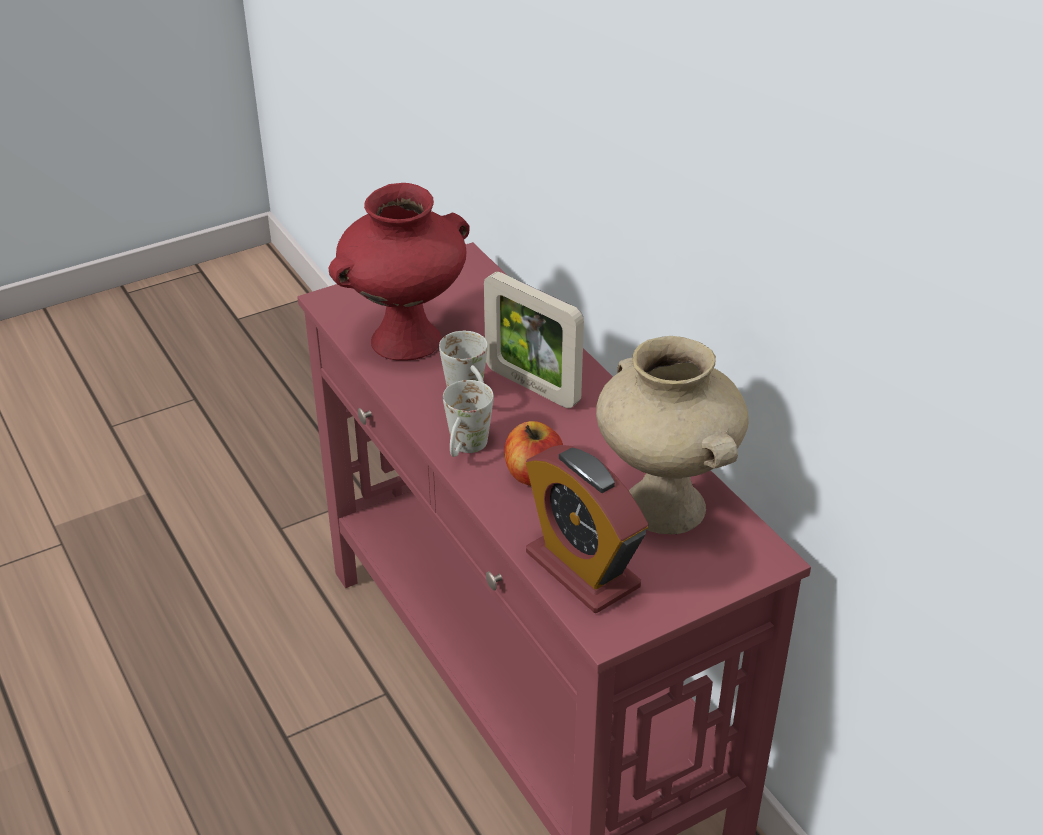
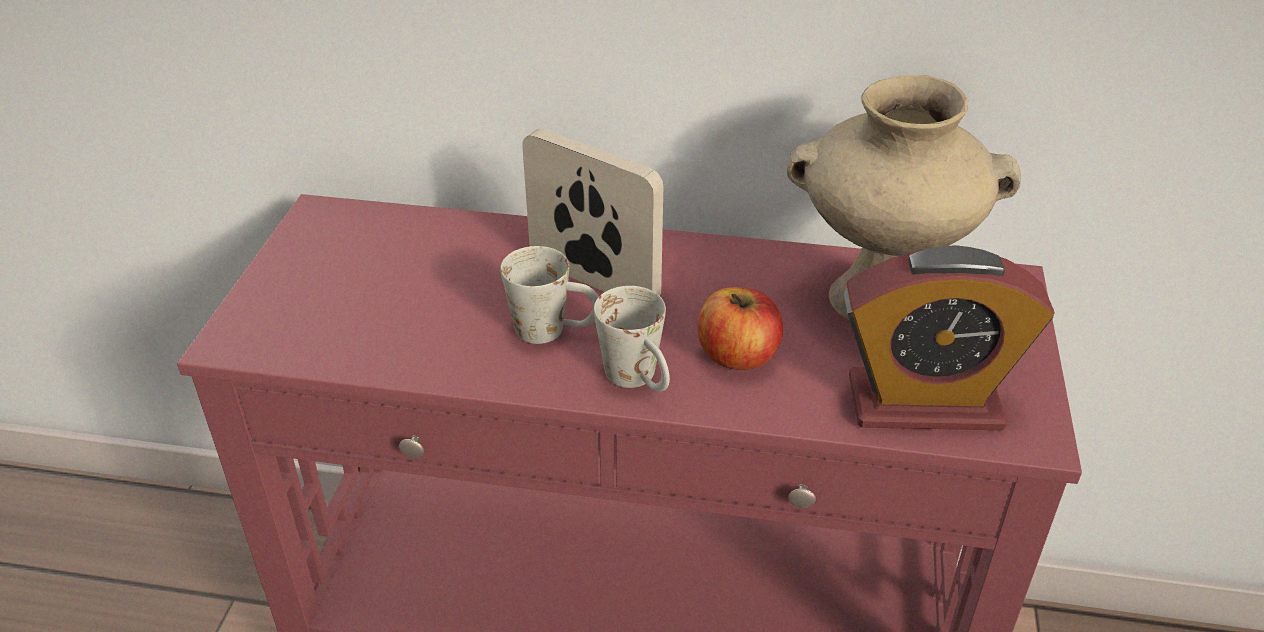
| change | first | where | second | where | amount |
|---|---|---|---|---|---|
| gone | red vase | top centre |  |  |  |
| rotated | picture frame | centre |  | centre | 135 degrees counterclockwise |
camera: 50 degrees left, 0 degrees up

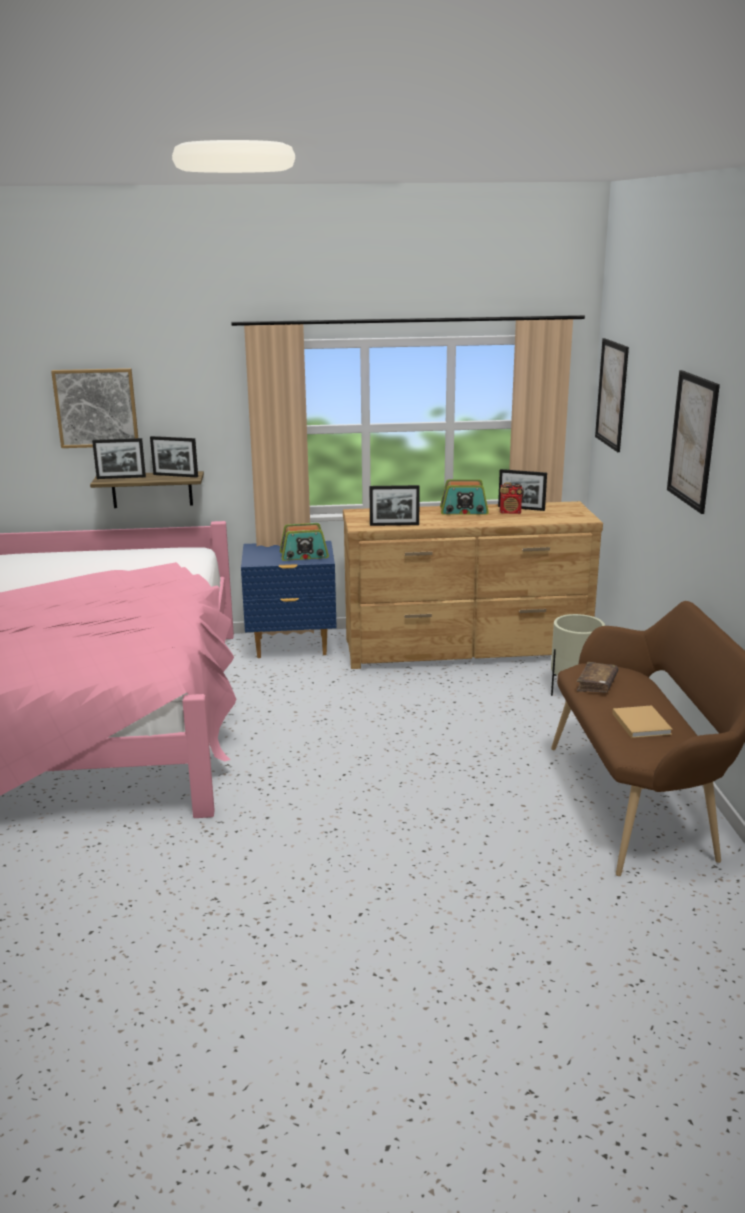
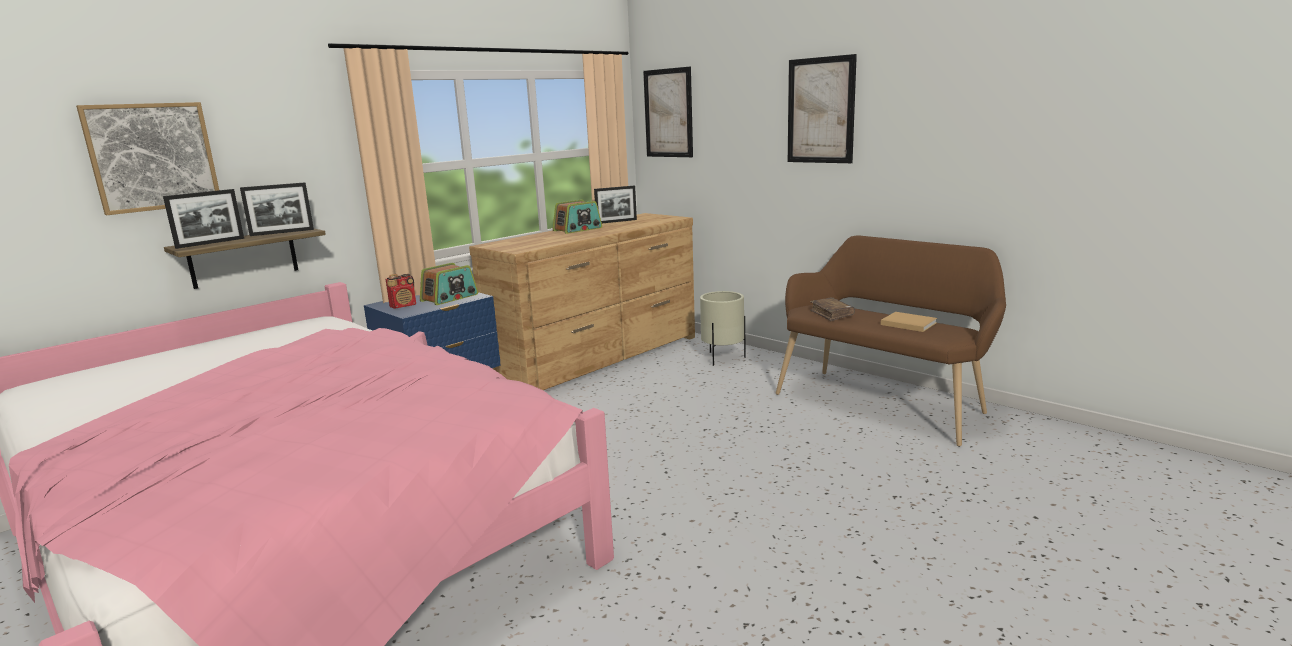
| change | first | where | second | where | amount |
|---|---|---|---|---|---|
| gone | picture frame (no. 3 from left) | centre |  |  |  |
| shifted | radio (no. 3 from left in the first image) | middle right | radio (no. 1 from left) | middle left |  |
camera: 40 degrees left, 5 degrees down

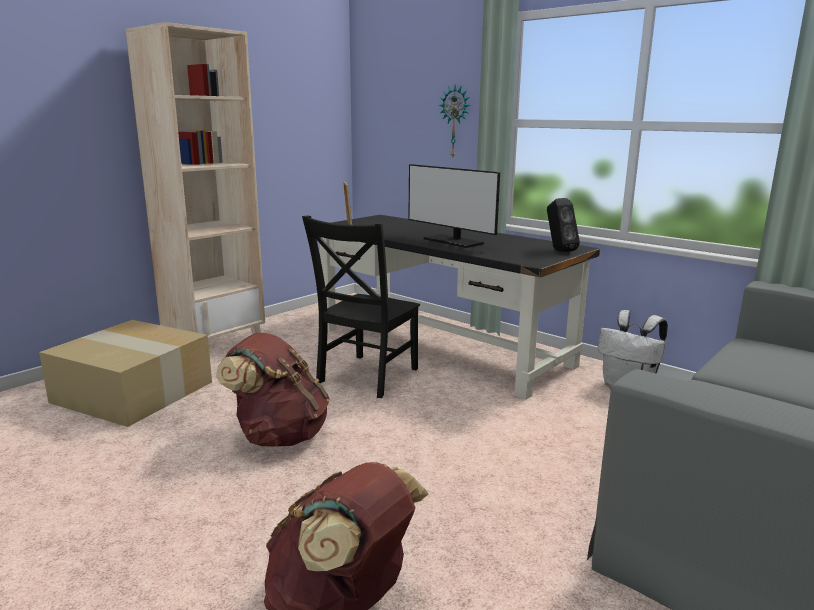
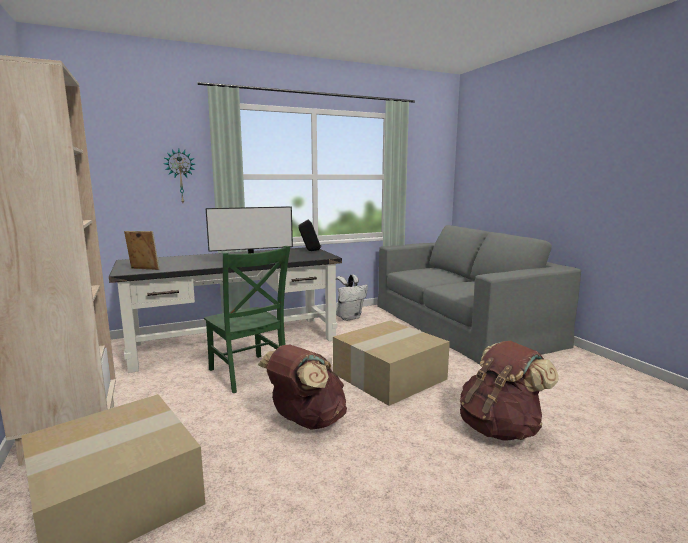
| change | first | where | second | where | amount |
|---|---|---|---|---|---|
| repainted | black chair | centre | green chair | centre |  |
| new |  |  | cardboard box (no. 2 from left) | bottom centre |  |
camera: 65 degrees left, 5 degrees down

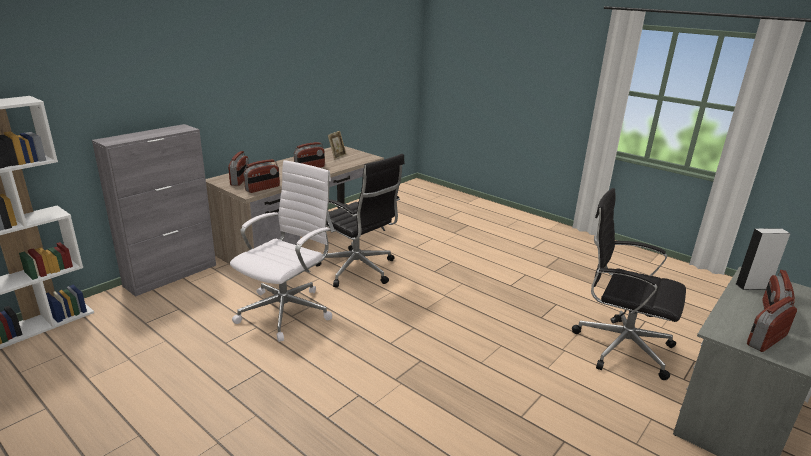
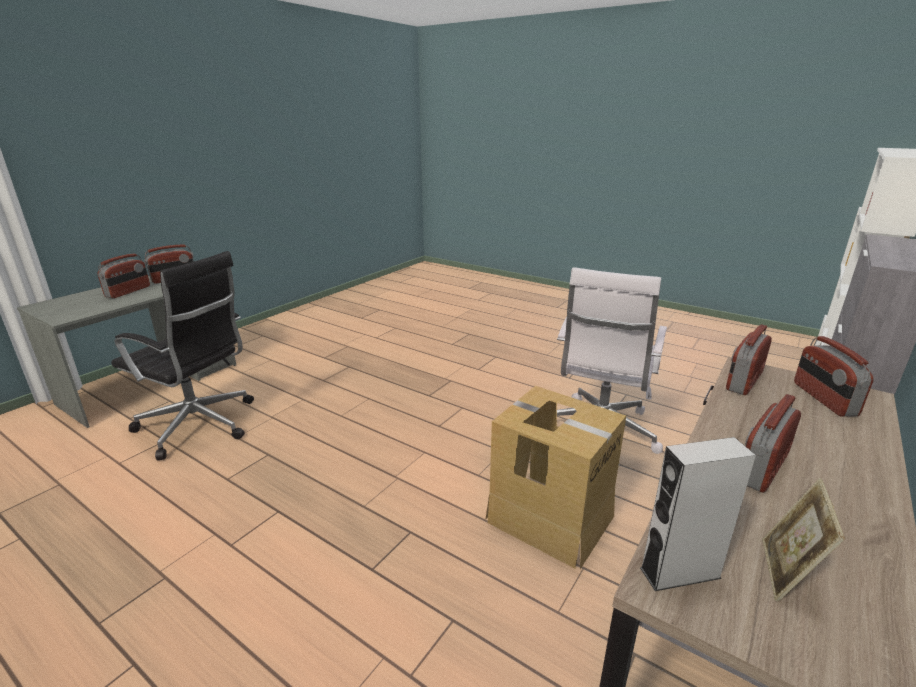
| change | first | where | second | where | amount |
|---|---|---|---|---|---|
| swapped | black office chair (no. 1 from left) | centre | cardboard box | bottom centre |  |
| shifted | grey speaker | middle right |  | bottom right |  |
camera: 175 degrees right, 0 degrees up

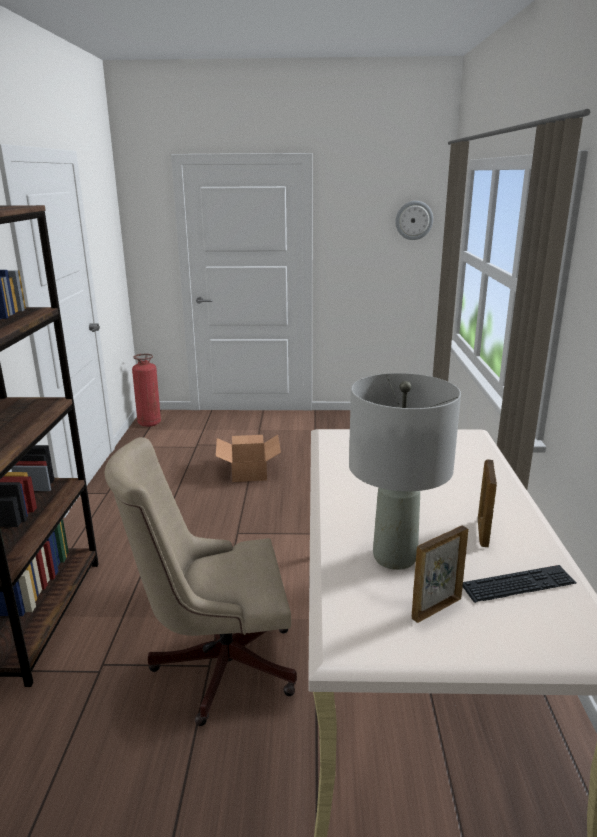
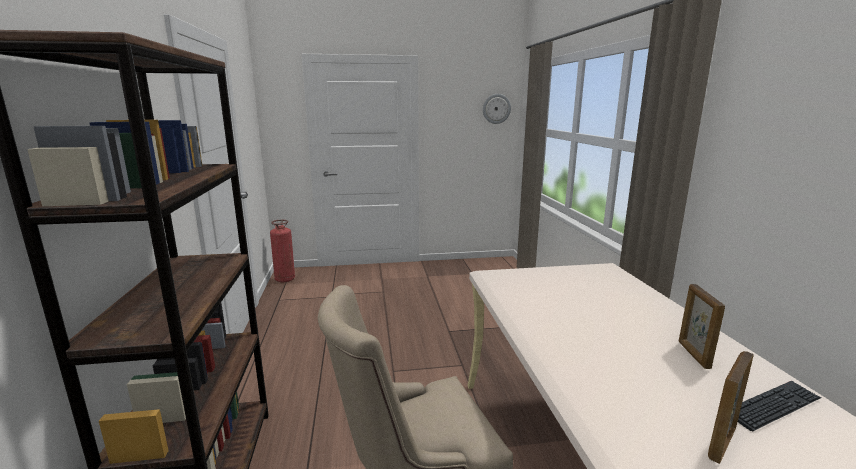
| change | first | where | second | where | amount |
|---|---|---|---|---|---|
| gone | cardboard box | centre |  |  |  |
| gone | grey table lamp | middle right |  |  |  |
camera: 10 degrees left, 5 degrees down

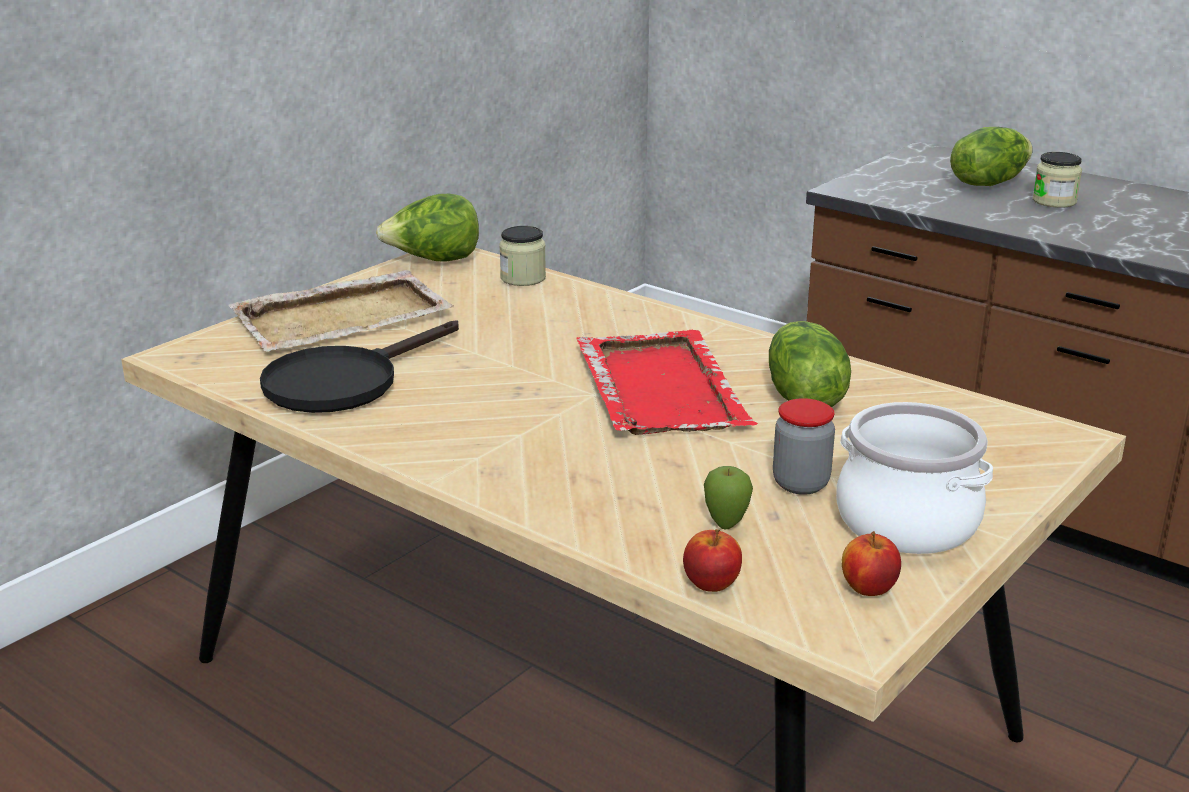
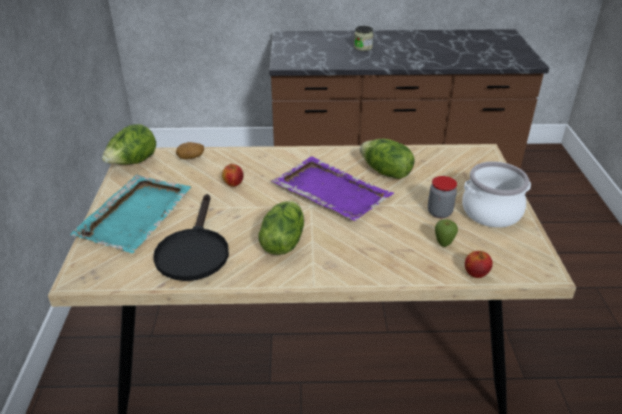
| change | first | where | second | where | amount |
|---|---|---|---|---|---|
| repainted | beige tray | middle left | turquoise tray | middle left |  |
| swapped | jar (no. 1 from left) | top centre | potato | middle left |  |
| repainted | red tray | centre | purple tray | centre |  |
| shifted | apple (no. 3 from left in the first image) | bottom right | apple (no. 1 from left) | centre |  |
| shifted | lettuce (no. 3 from left in the first image) | top right | lettuce (no. 2 from left) | centre |  |
camera: 40 degrees left, 10 degrees up

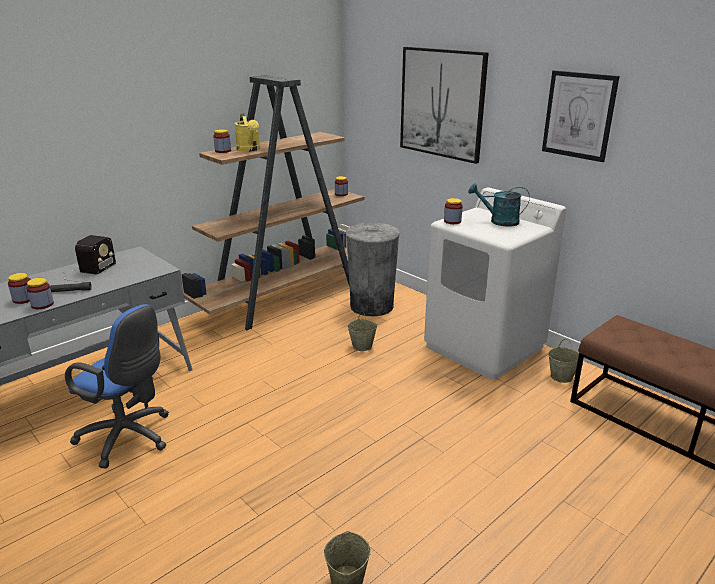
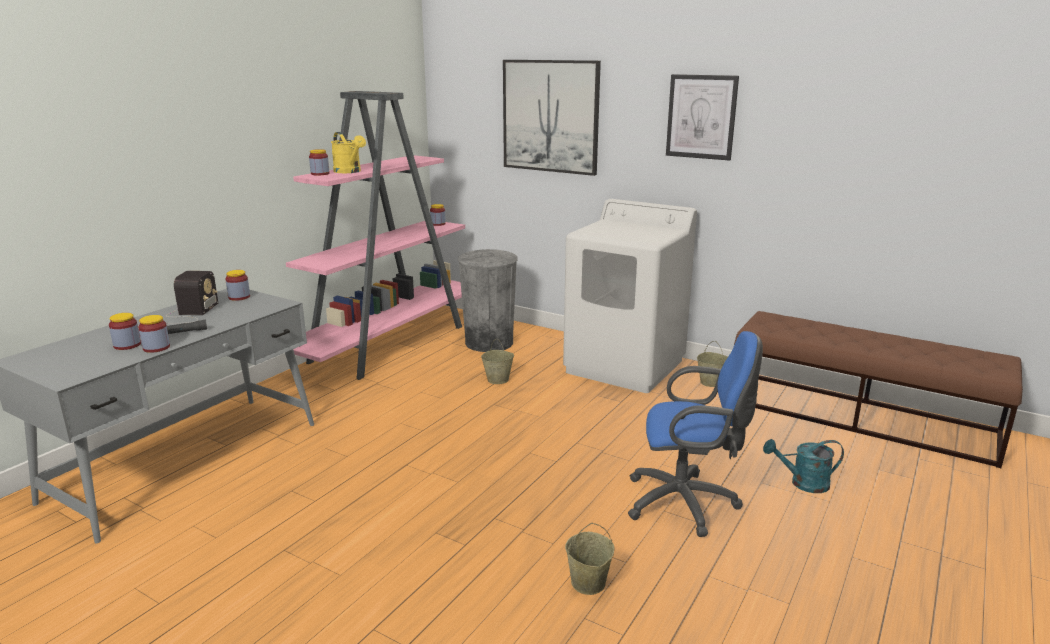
| change | first | where | second | where | amount |
|---|---|---|---|---|---|
| shifted | blue office chair | middle left |  | bottom centre |  |
| repainted | brown bookcase | centre | pink bookcase | centre |  |
| shifted | jar (no. 5 from left in the first image) | centre | jar (no. 3 from left) | middle left |  |
| shifted | turquoise watering can | middle right |  | bottom right |  |
camera: 15 degrees left, 5 degrees down

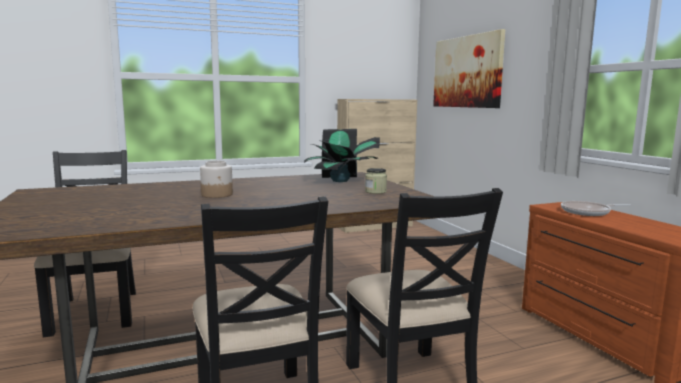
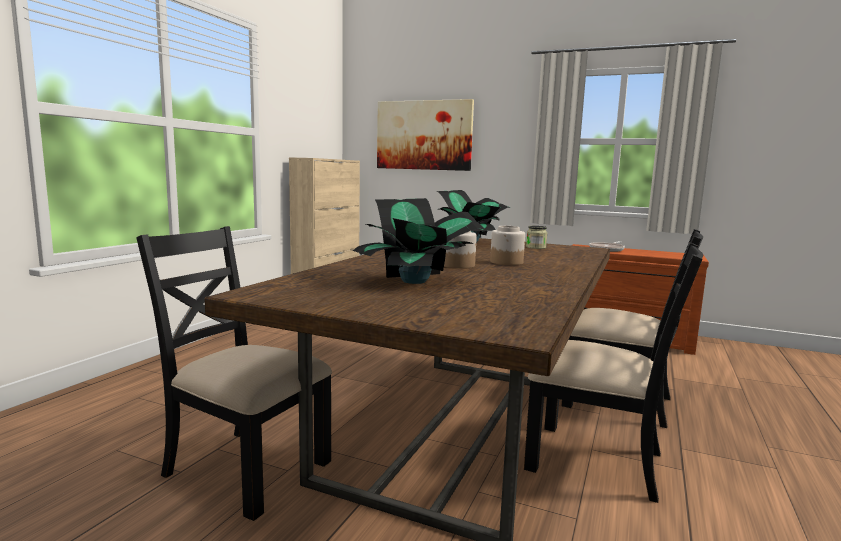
| change | first | where | second | where | amount |
|---|---|---|---|---|---|
| new |  |  | potted plant (no. 1 from left) | centre |  |
| new |  |  | jar (no. 2 from left) | centre |  |
camera: 45 degrees left, 0 degrees up

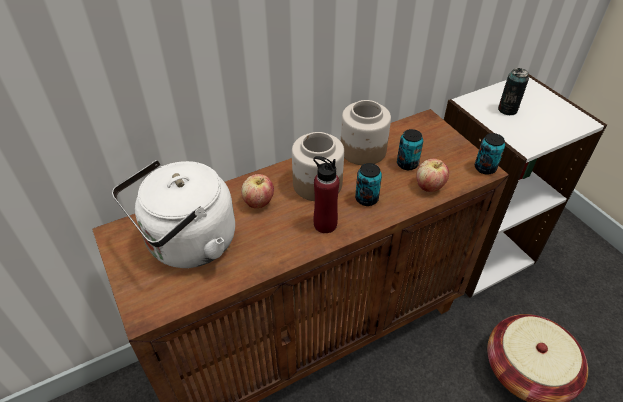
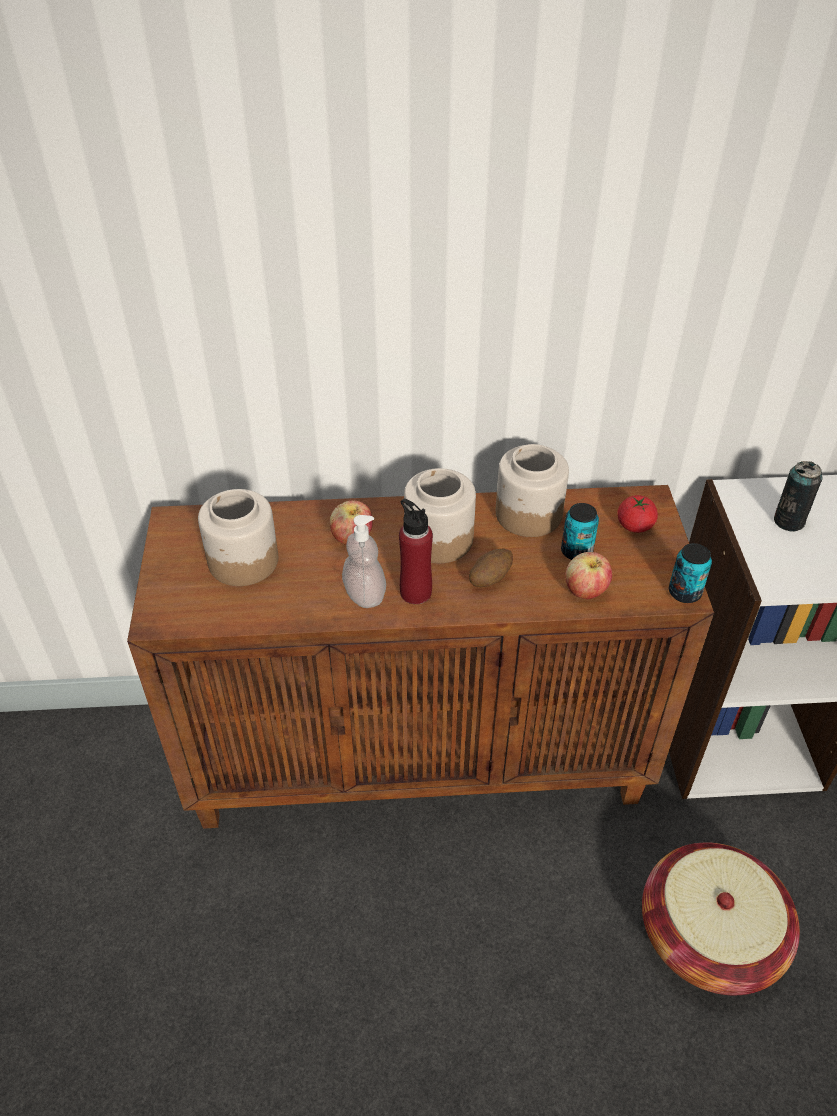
| change | first | where | second | where | amount |
|---|---|---|---|---|---|
| swapped | white kettle | middle left | jar (no. 1 from left) | middle left |  |
| swapped | can (no. 1 from left) | centre | potato | centre |  |
| new |  |  | soap dispenser | centre |  |
| new |  |  | tomato | middle right |  |
camera: 25 degrees right, 0 degrees up

